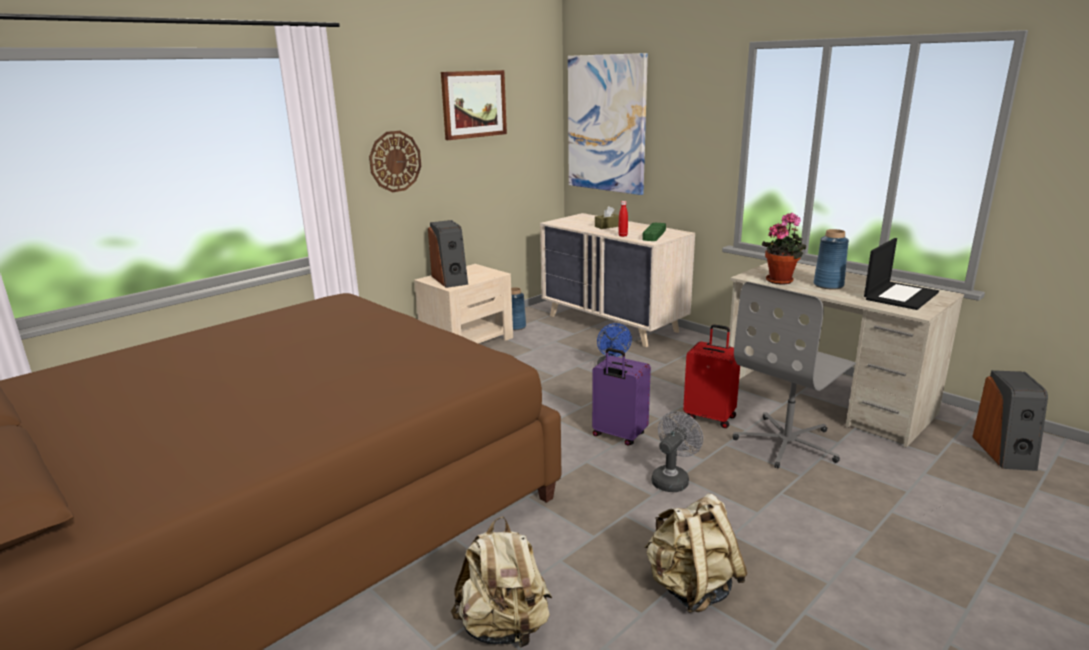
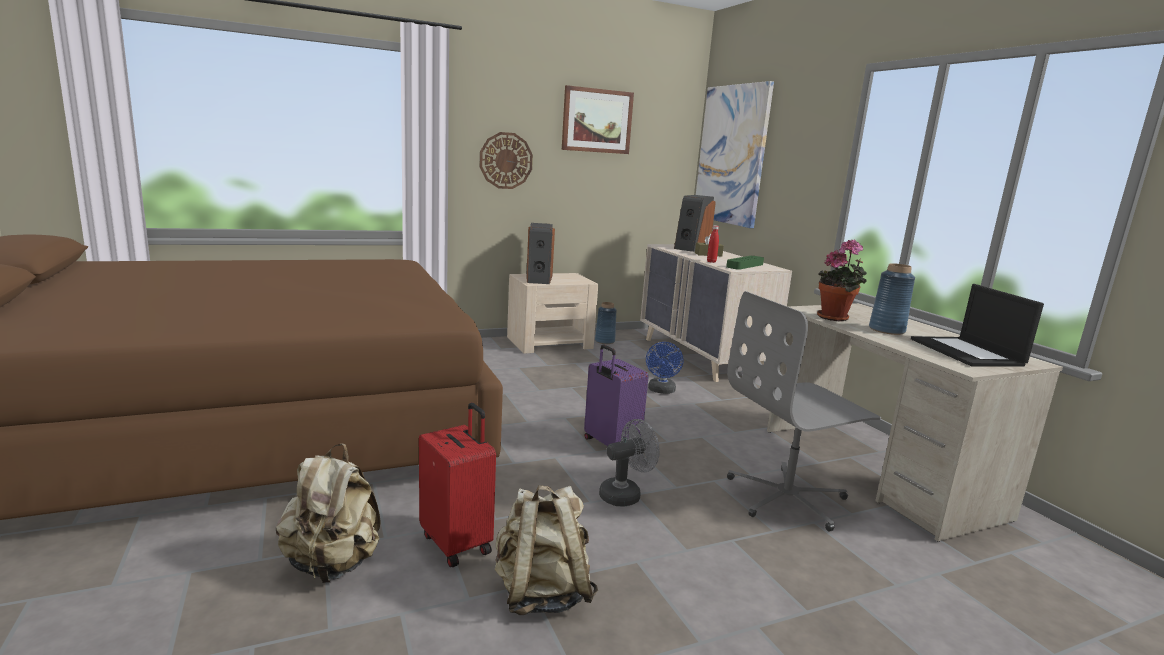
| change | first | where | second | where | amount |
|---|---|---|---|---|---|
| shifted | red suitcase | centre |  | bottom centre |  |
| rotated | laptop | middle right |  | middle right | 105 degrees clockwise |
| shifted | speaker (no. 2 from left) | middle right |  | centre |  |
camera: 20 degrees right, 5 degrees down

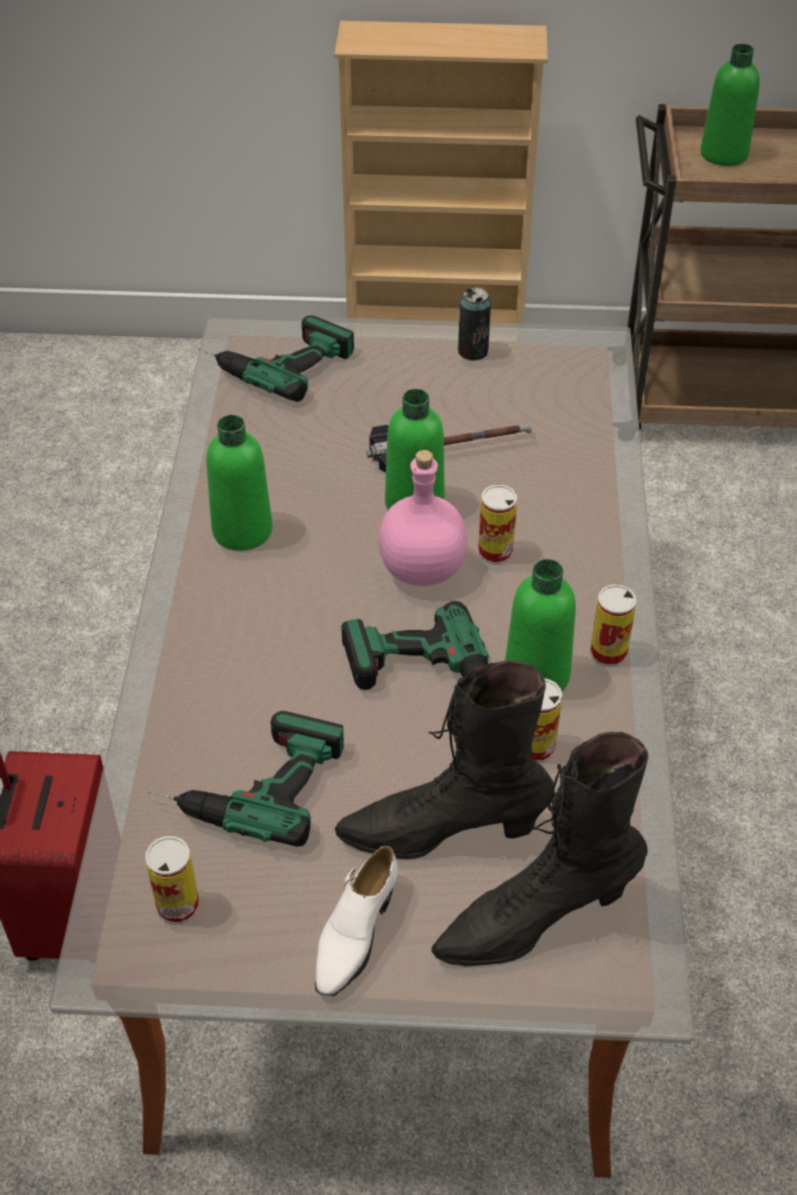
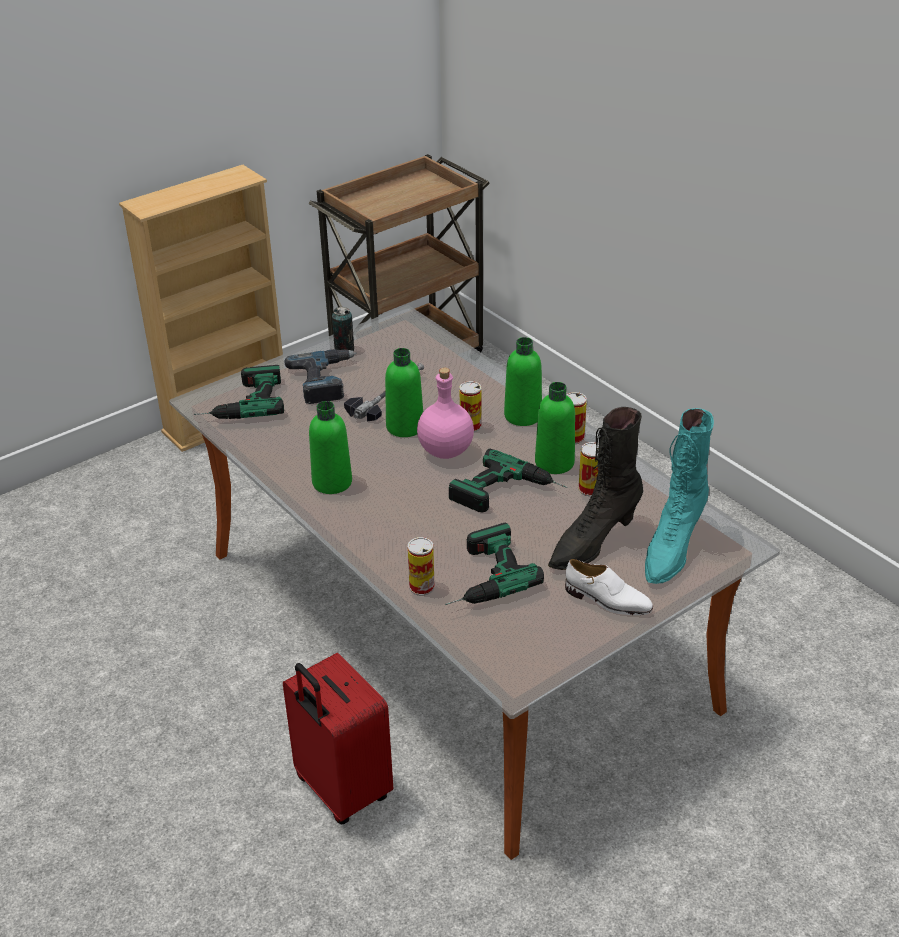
| change | first | where | second | where | amount |
|---|---|---|---|---|---|
| shifted | can (no. 1 from left in the first image) | bottom left | can (no. 2 from left) | centre |  |
| rotated | white shoe | bottom centre |  | middle right | 45 degrees counterclockwise |
| repainted | black boot (no. 2 from left) | bottom right | turquoise boot | middle right |  |
| shifted | green bottle (no. 4 from left in the first image) | top right | green bottle (no. 3 from left) | centre |  |
| new |  |  | power drill (no. 2 from left) | centre |  |
camera: 40 degrees left, 10 degrees down

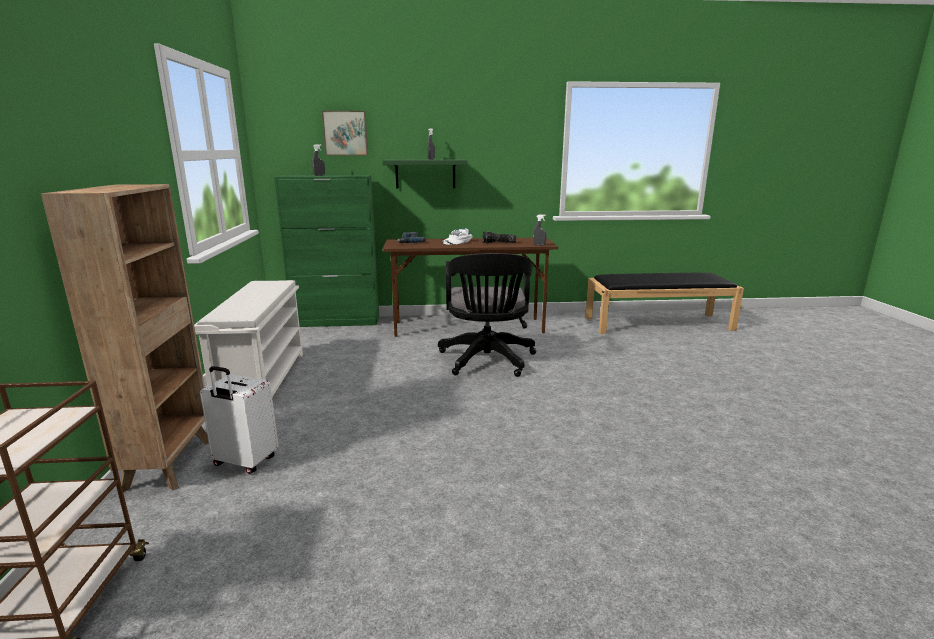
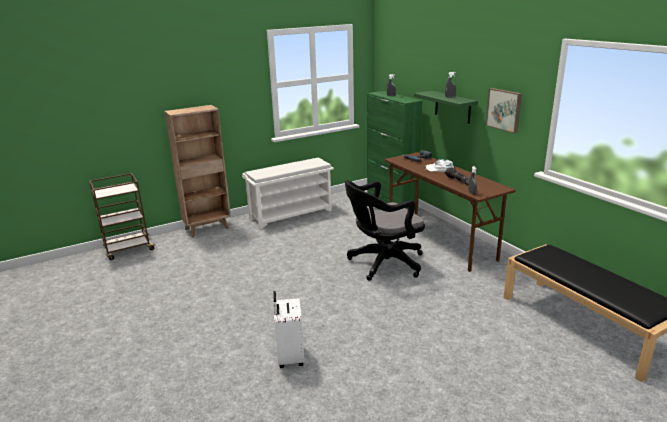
| change | first | where | second | where | amount |
|---|---|---|---|---|---|
| shifted | white suitcase | middle left |  | bottom centre |  |
| shifted | picture | top centre |  | top right |  |
camera: 65 degrees right, 5 degrees up

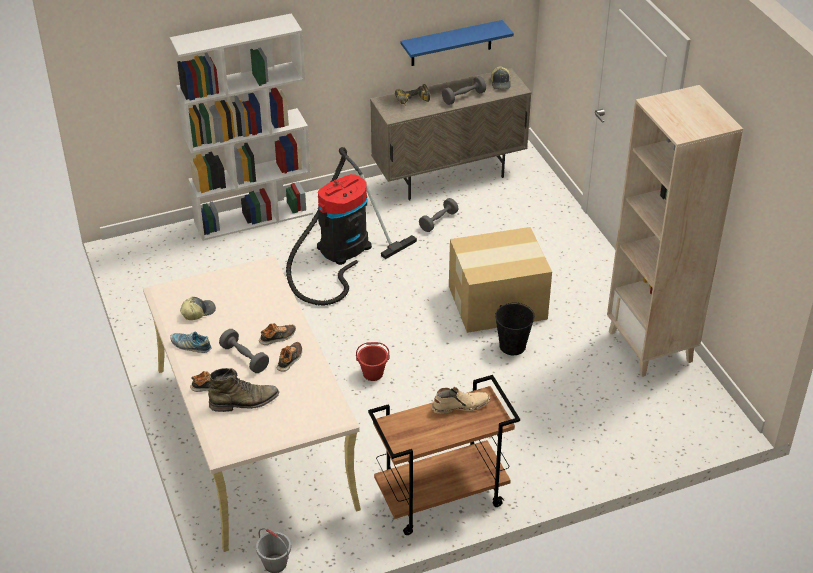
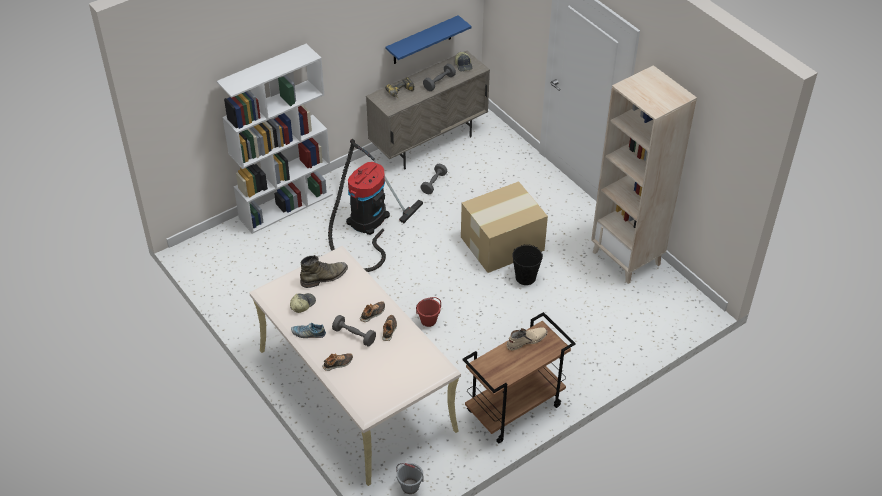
| change | first | where | second | where | amount |
|---|---|---|---|---|---|
| shifted | green boot | bottom left |  | centre |  |
camera: 15 degrees left, 5 degrees up

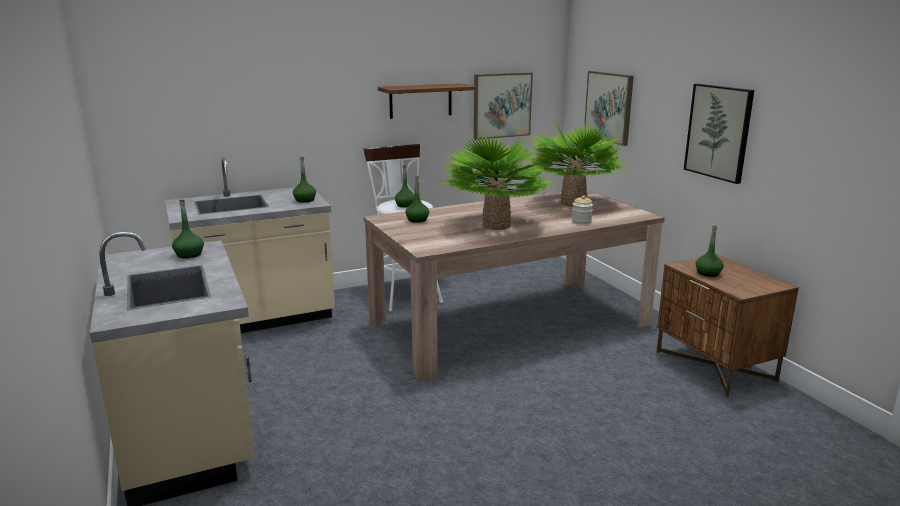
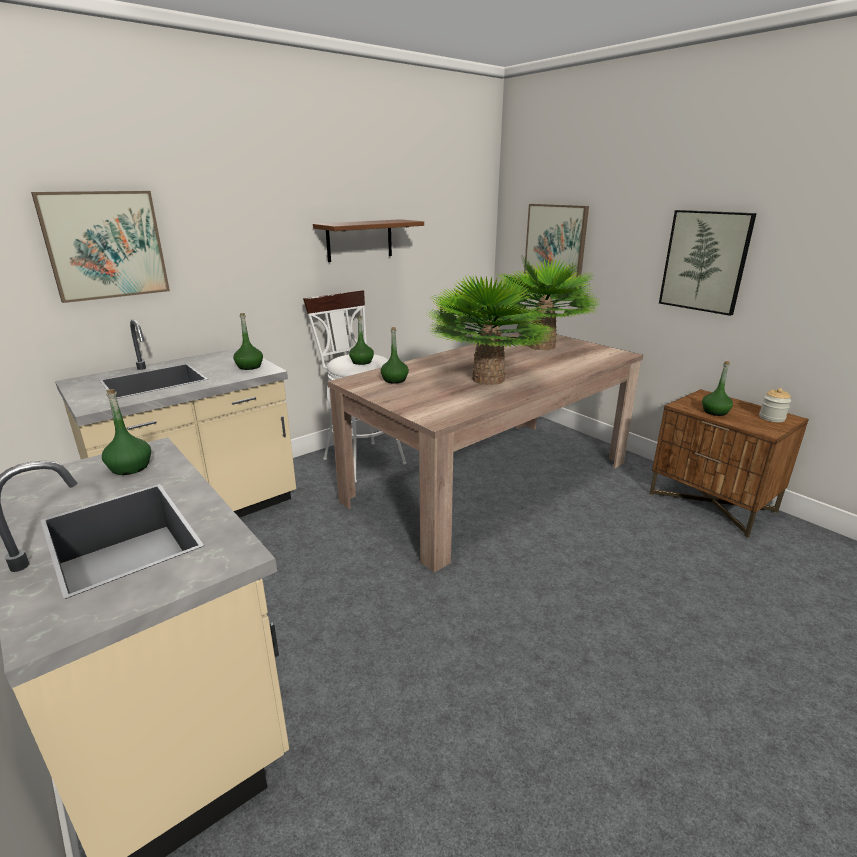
| change | first | where | second | where | amount |
|---|---|---|---|---|---|
| shifted | picture (no. 1 from left) | top centre |  | top left |  |
| shifted | jar | centre |  | middle right |  |
camera: 15 degrees left, 5 degrees up

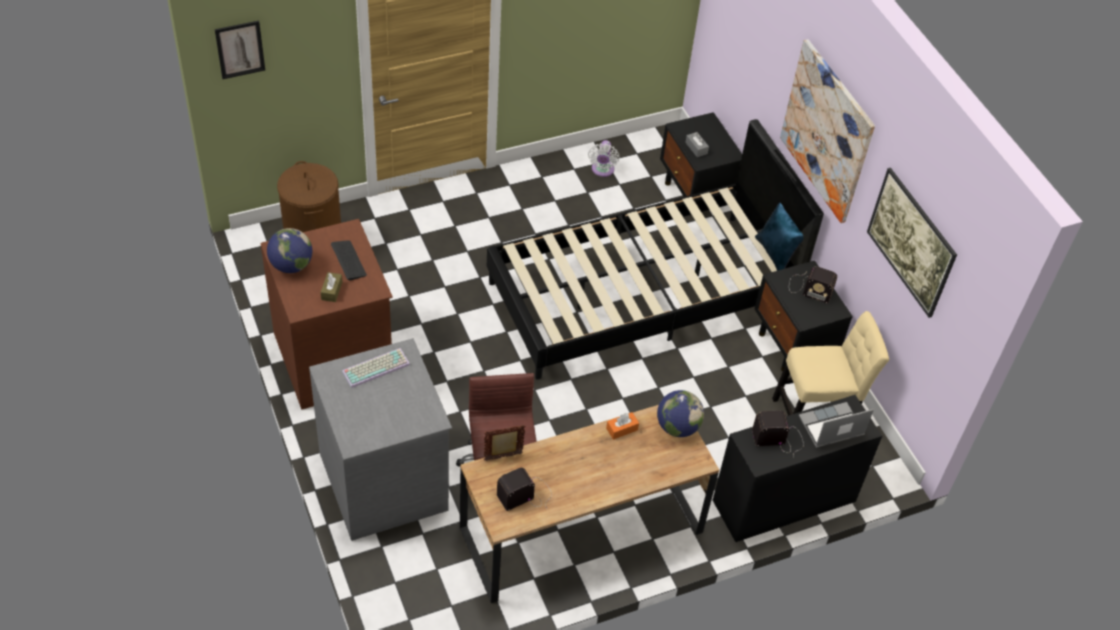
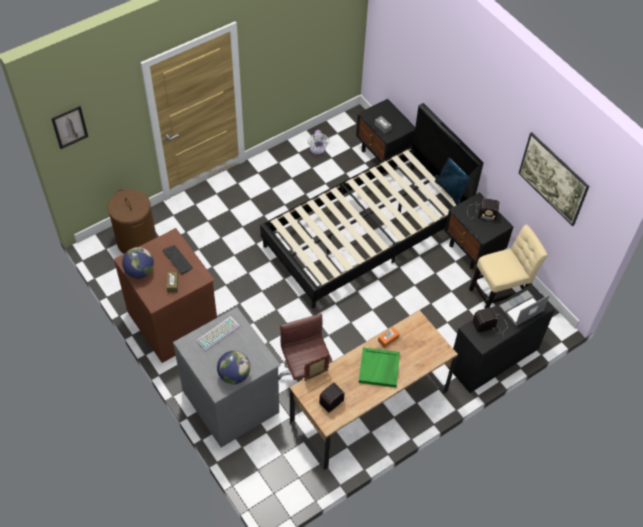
| change | first | where | second | where | amount |
|---|---|---|---|---|---|
| shifted | globe (no. 2 from left) | centre |  | bottom centre |  |
| gone | picture (no. 2 from left) | top right |  |  |  |
| new |  |  | green tray | bottom centre |  |
camera: 10 degrees left, 5 degrees up

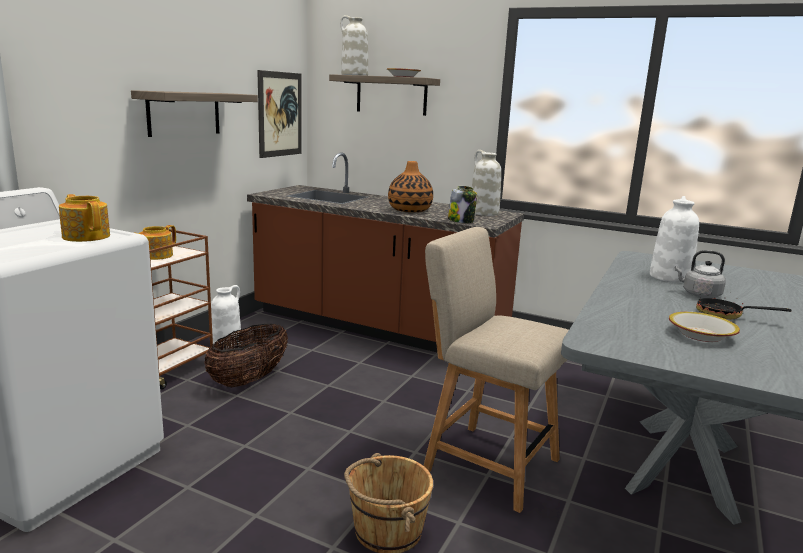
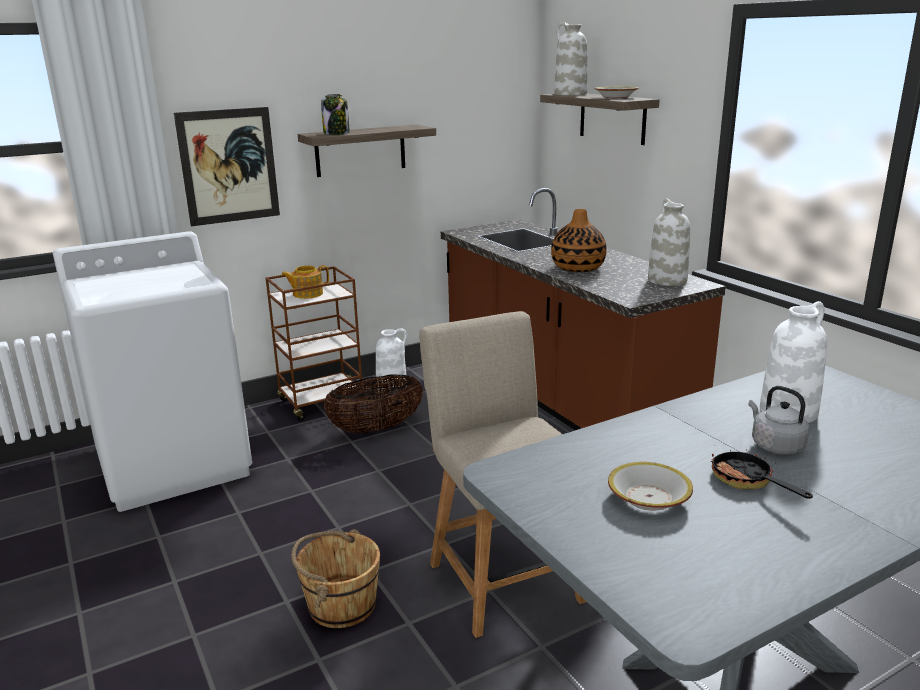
| change | first | where | second | where | amount |
|---|---|---|---|---|---|
| gone | teapot (no. 1 from left) | middle left |  |  |  |
| shifted | picture | top centre |  | top left |  |
| shifted | jar | centre |  | top centre |  |
camera: 35 degrees right, 5 degrees up

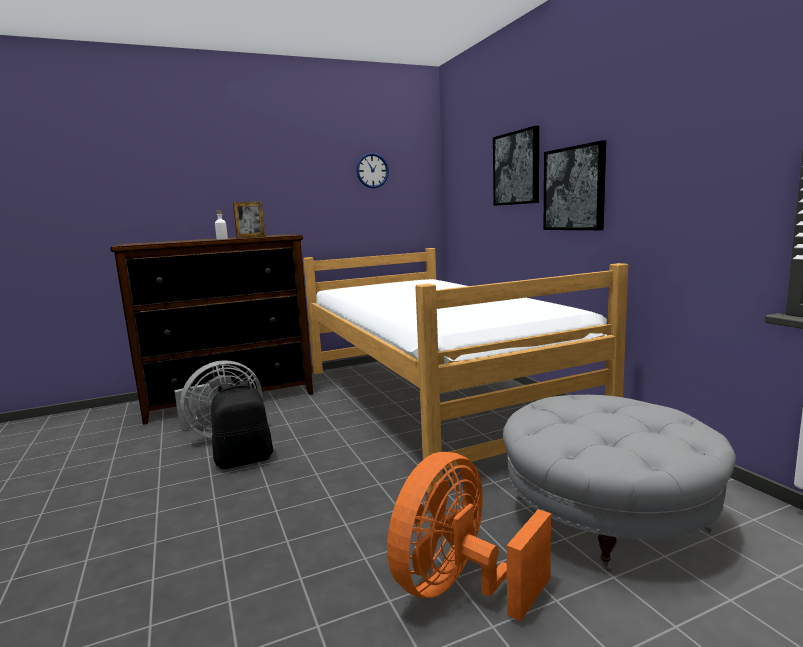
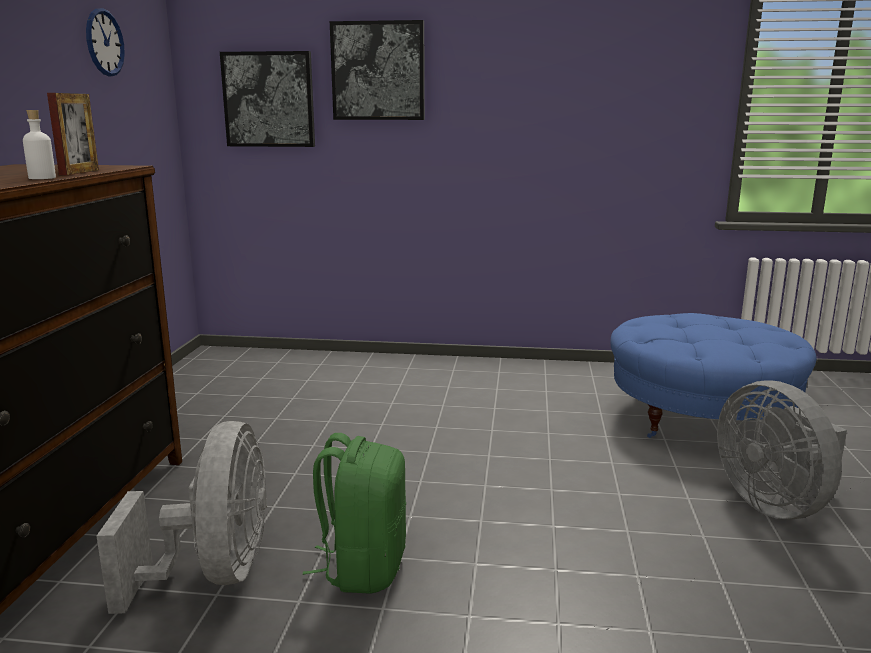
| change | first | where | second | where | amount |
|---|---|---|---|---|---|
| repainted | black backpack | middle left | green backpack | bottom centre |  |
| gone | bed | centre |  |  |  |
| repainted | orange fan | bottom centre | grey fan (no. 2 from left) | bottom right |  |
| repainted | grey ottoman | bottom right | blue ottoman | middle right |  |
| shifted | picture (no. 2 from left in the first image) | top right | picture (no. 1 from left) | top left |  |
camera: 60 degrees left, 5 degrees up

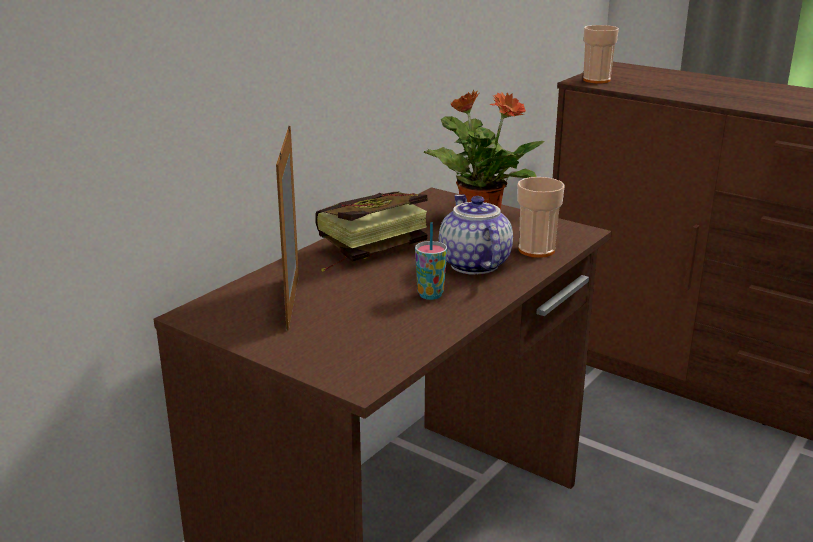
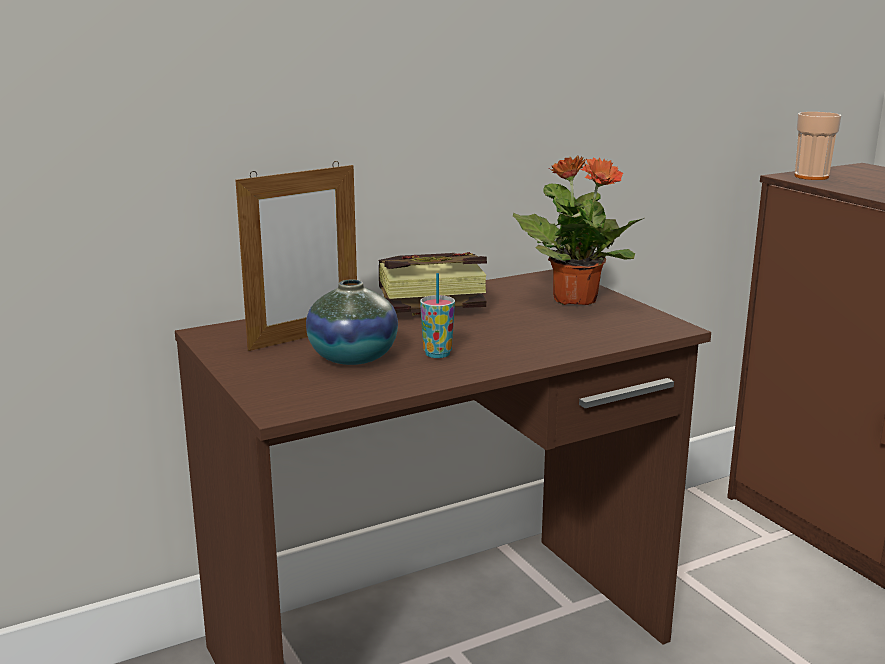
| change | first | where | second | where | amount |
|---|---|---|---|---|---|
| rotated | picture frame | centre |  | centre | 150 degrees counterclockwise |
| gone | teapot | centre |  |  |  |
| gone | cup (no. 2 from left) | centre |  |  |  |
| new |  |  | vase | centre |  |
camera: 25 degrees right, 5 degrees down

